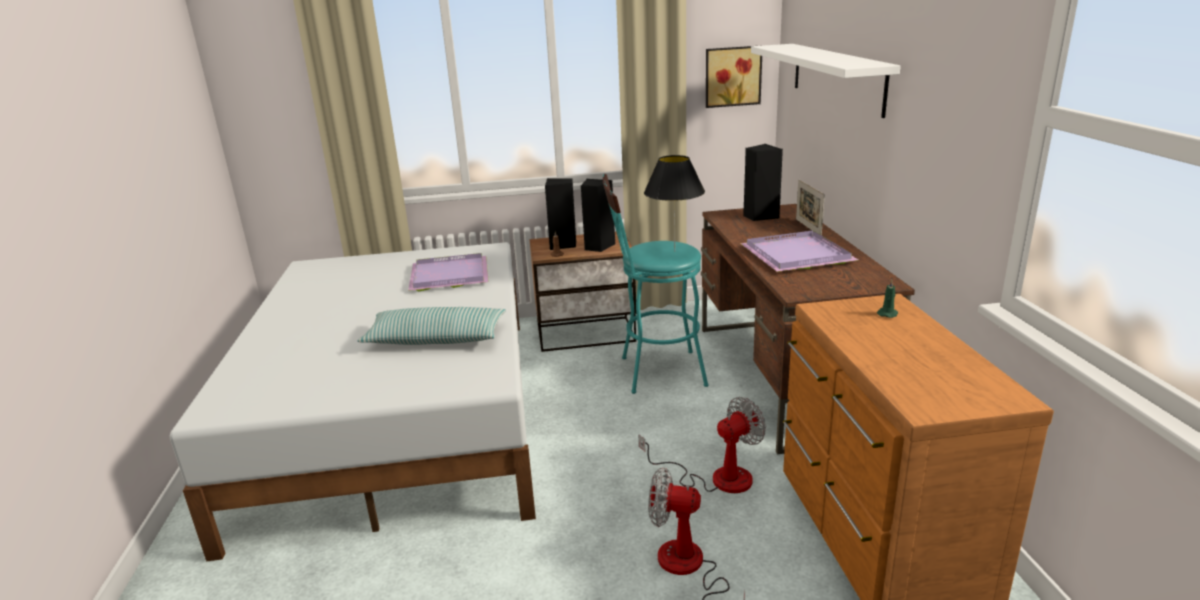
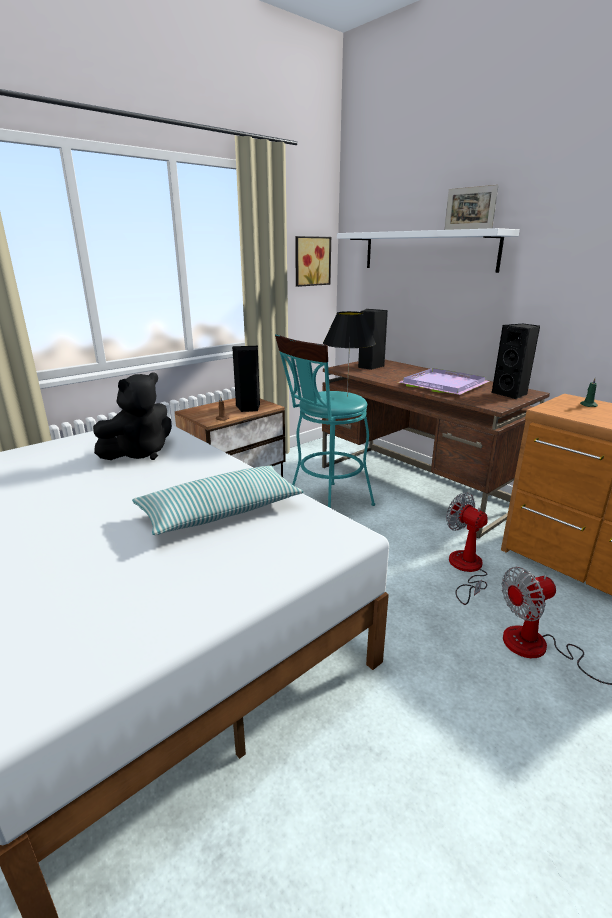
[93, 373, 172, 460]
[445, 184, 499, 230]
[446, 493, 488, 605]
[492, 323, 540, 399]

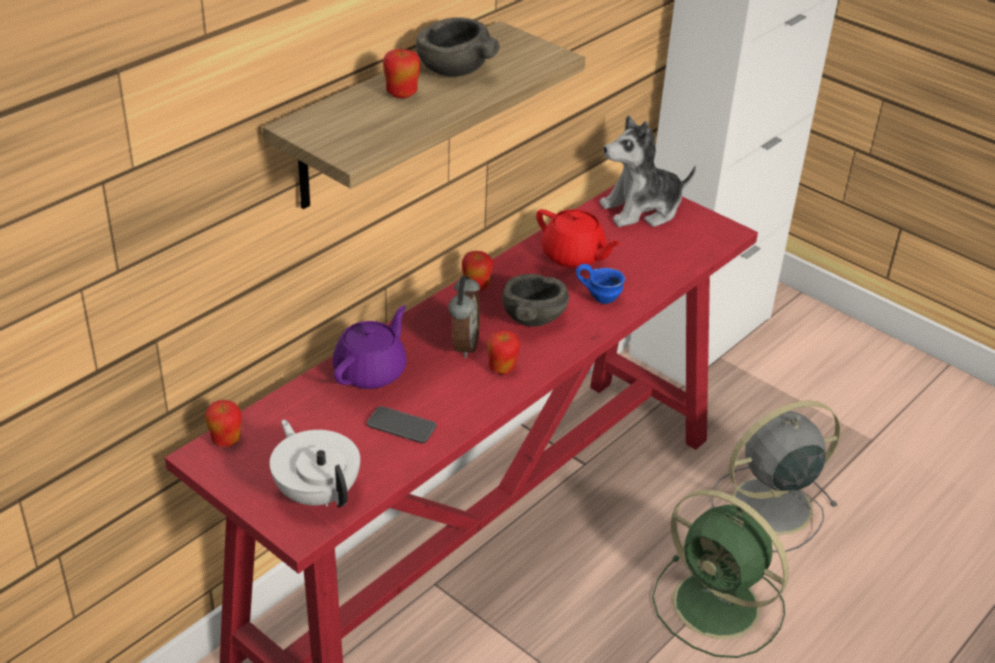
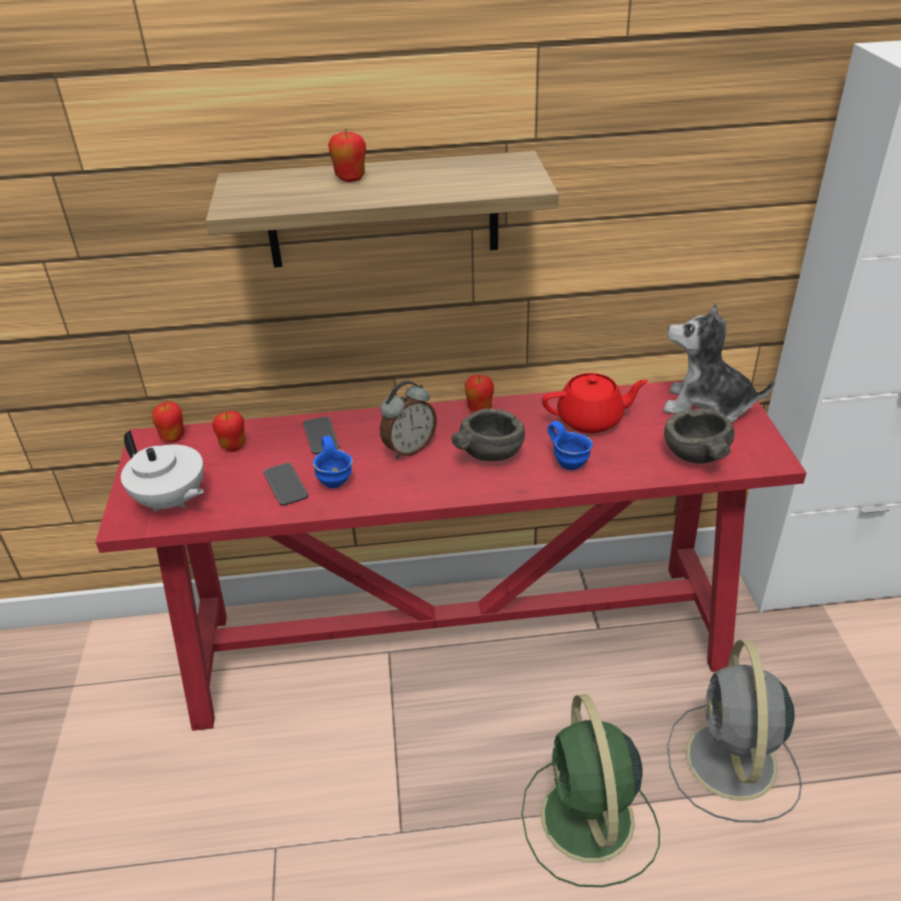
[121, 430, 204, 512]
[212, 411, 246, 452]
[303, 416, 339, 454]
[313, 436, 353, 488]
[542, 373, 648, 433]
[664, 409, 735, 463]
[668, 640, 802, 822]

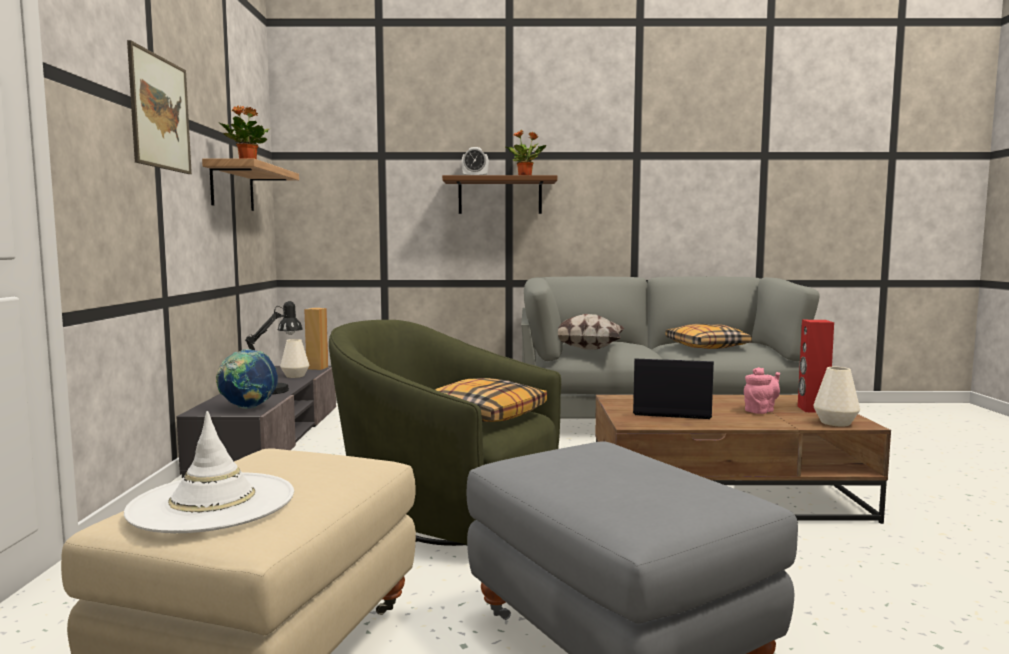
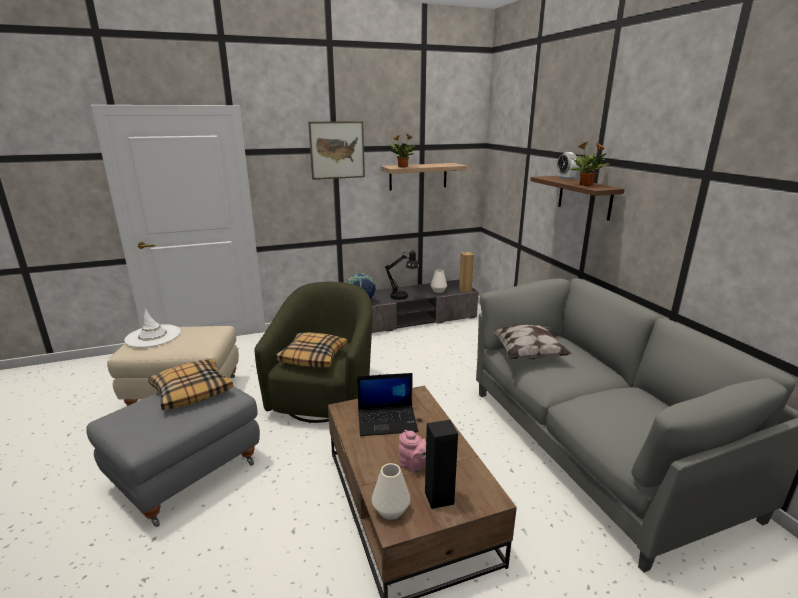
[148, 359, 233, 410]
[357, 373, 418, 436]
[425, 420, 458, 509]

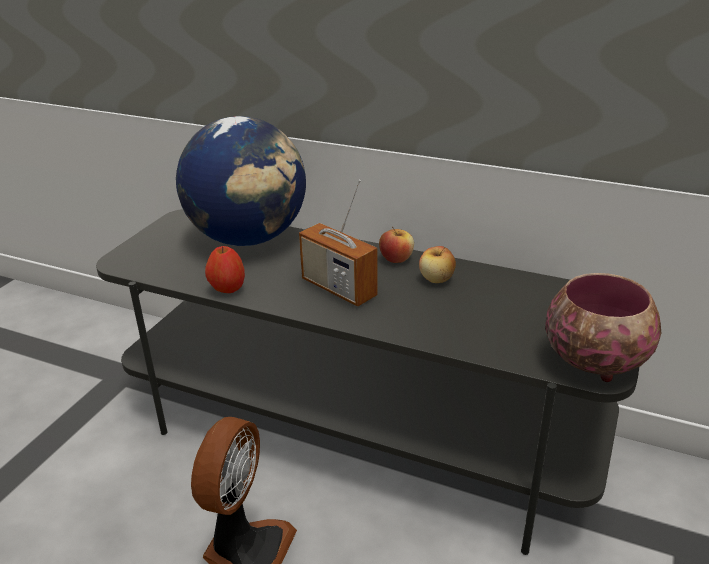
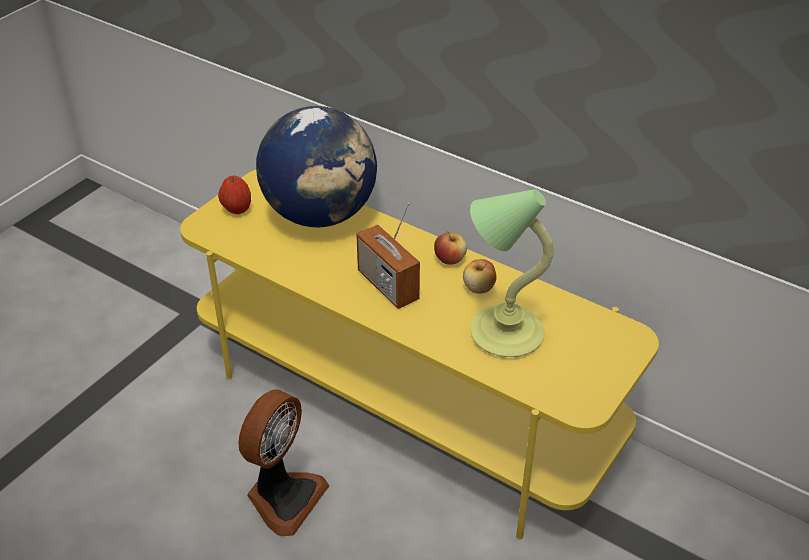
[180, 170, 659, 539]
[218, 175, 251, 214]
[470, 189, 554, 357]
[545, 273, 661, 382] (first image)

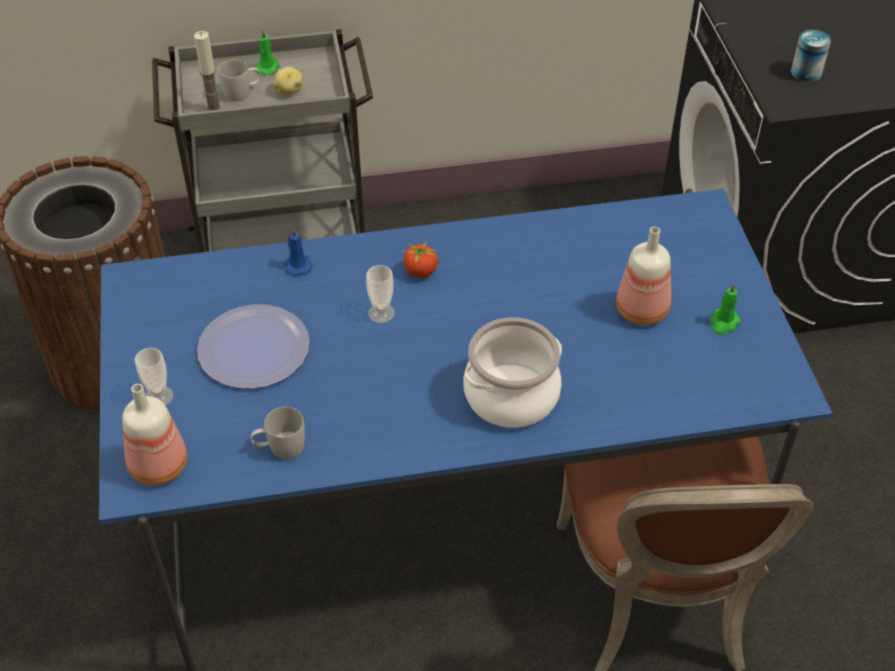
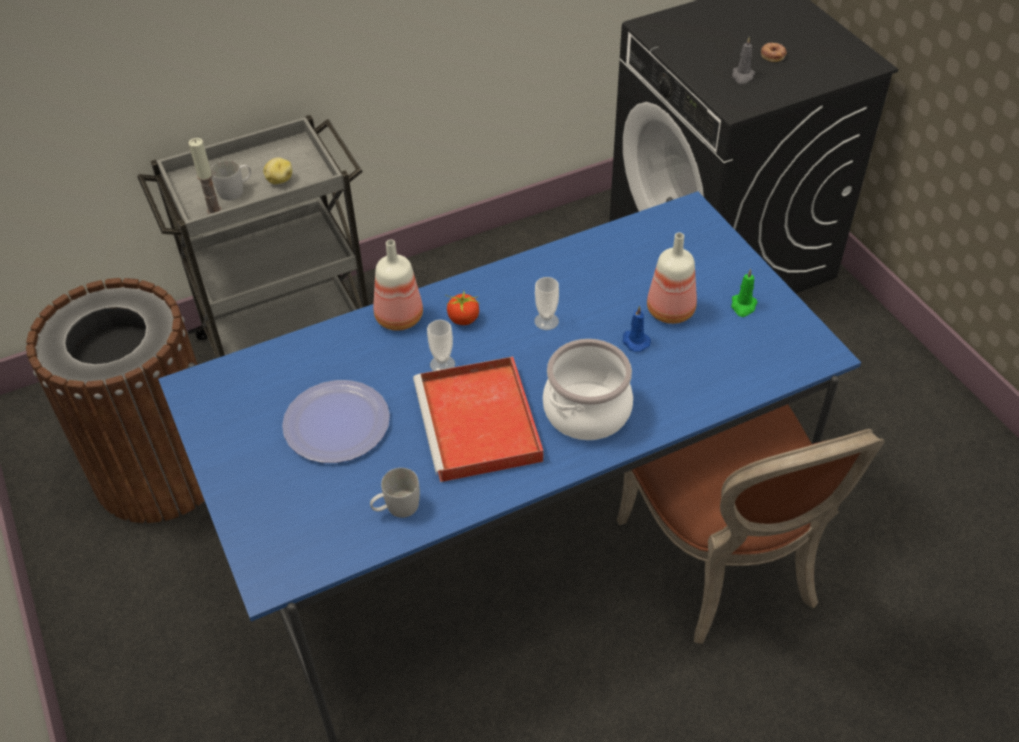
[373, 240, 423, 331]
[413, 357, 543, 482]
[534, 277, 559, 330]
[622, 305, 651, 352]
[732, 37, 755, 84]
[761, 43, 787, 62]
[255, 30, 280, 75] (first image)

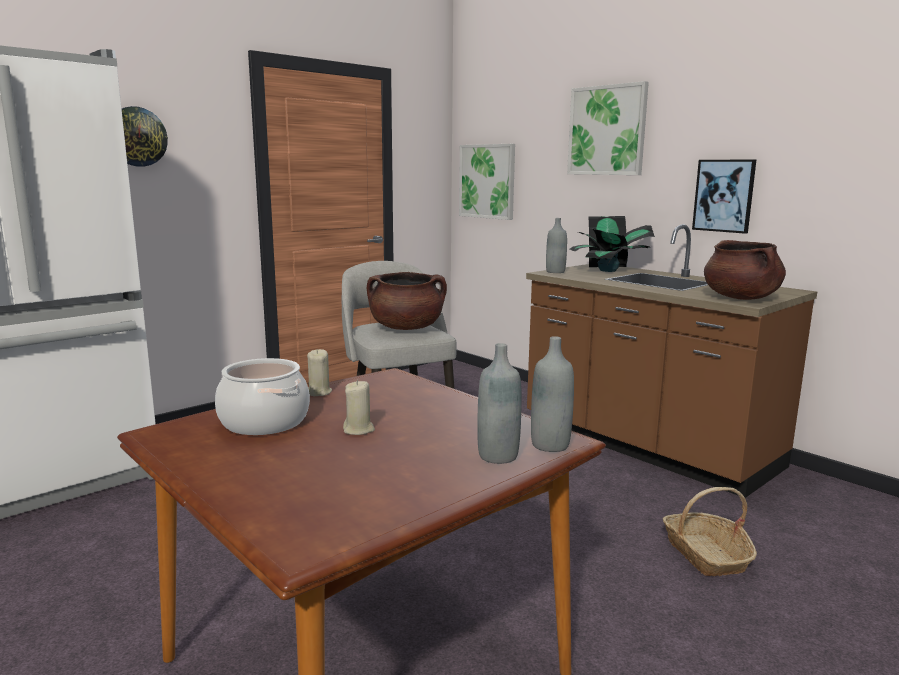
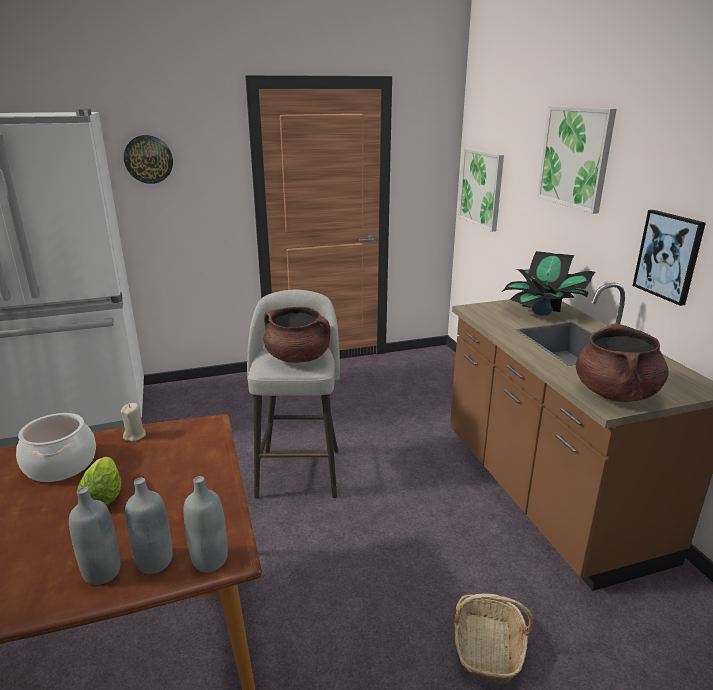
[69, 487, 120, 585]
[78, 457, 121, 505]

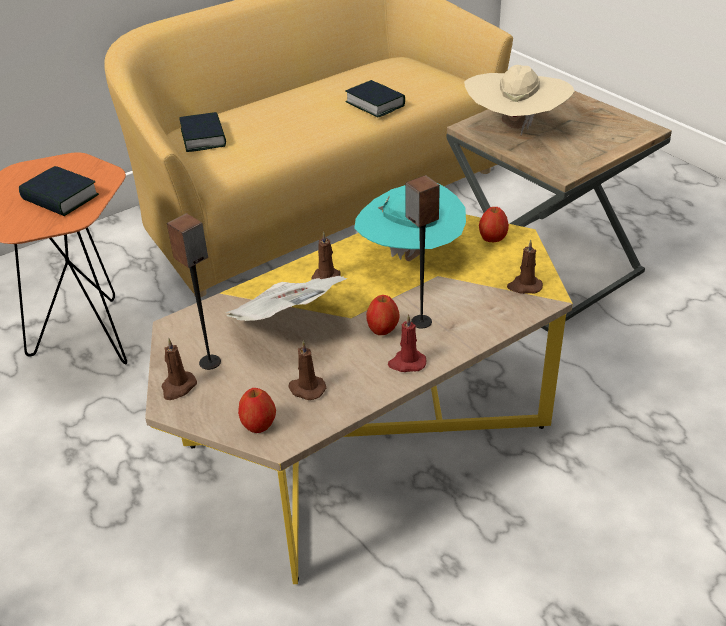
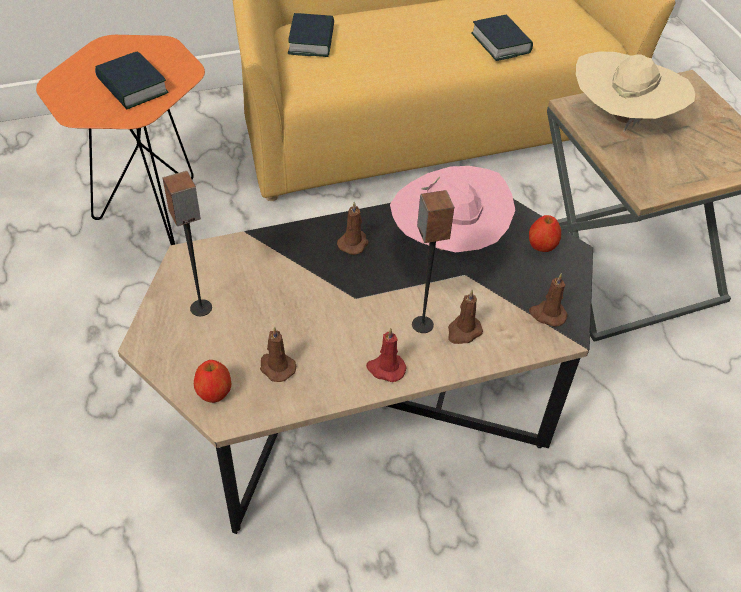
[118, 199, 593, 534]
[390, 166, 516, 252]
[448, 290, 483, 344]
[226, 276, 347, 321] (first image)
[366, 295, 400, 335] (first image)

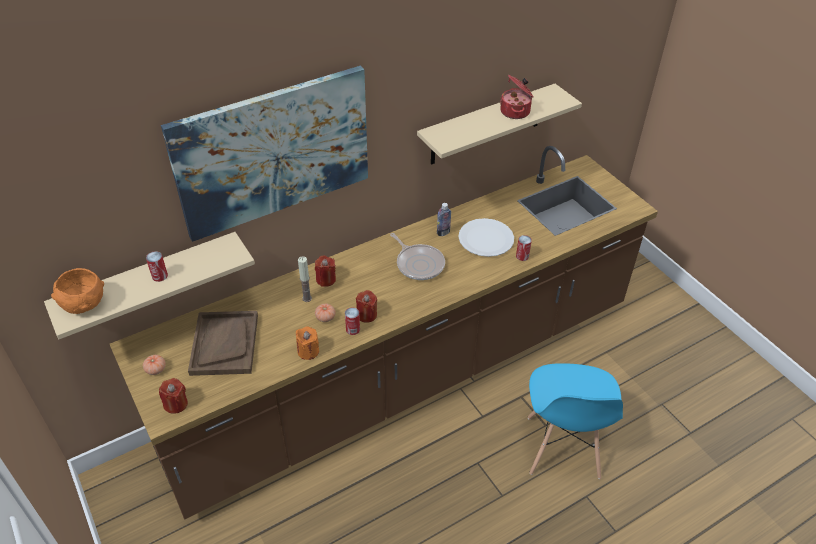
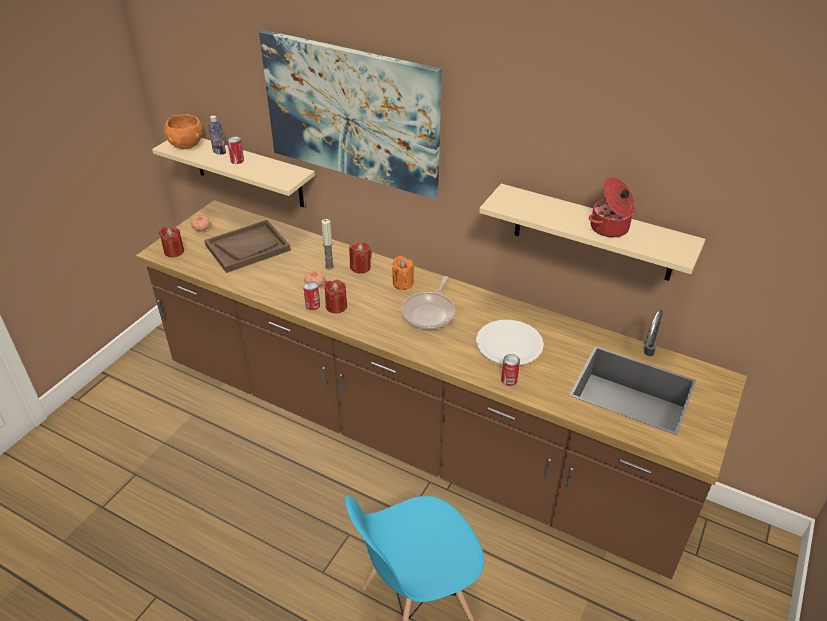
[208, 115, 226, 155]
[392, 256, 414, 290]

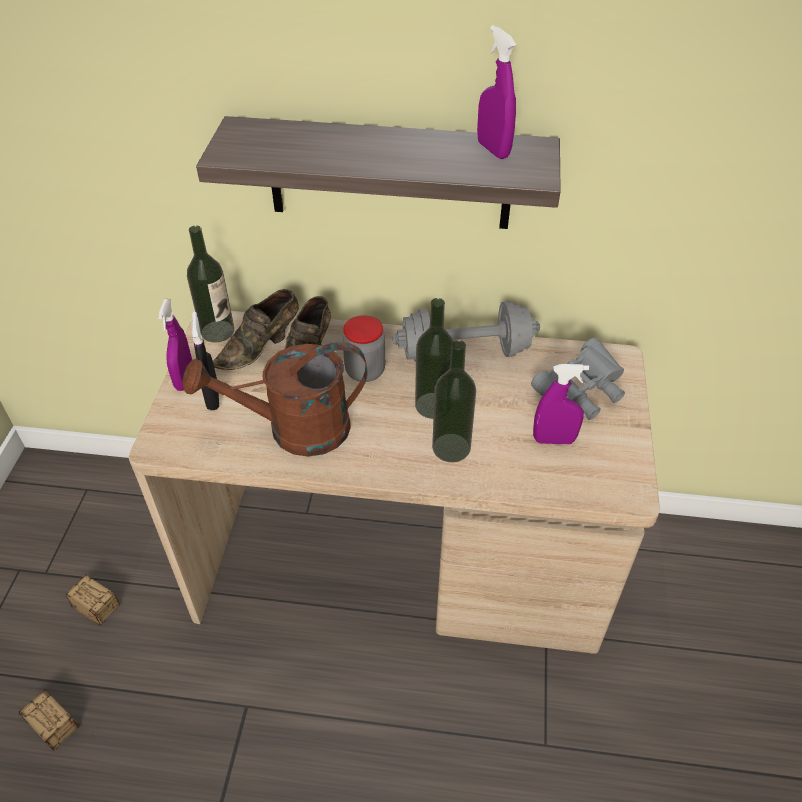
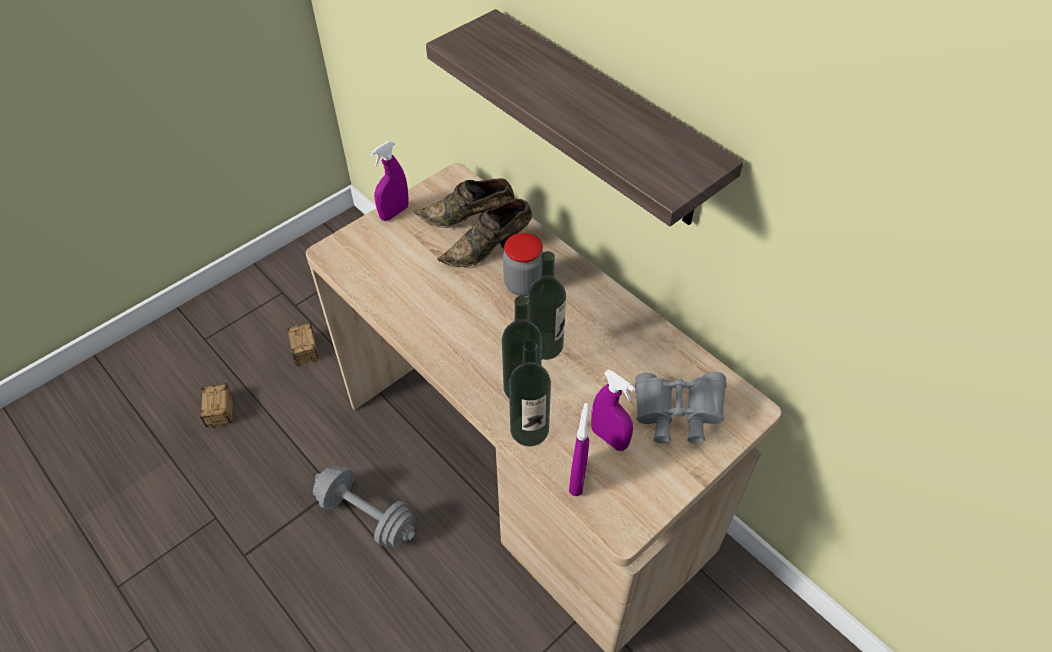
[313, 466, 415, 547]
[509, 340, 551, 446]
[569, 403, 589, 496]
[182, 342, 368, 457] (first image)
[191, 312, 219, 410] (first image)

